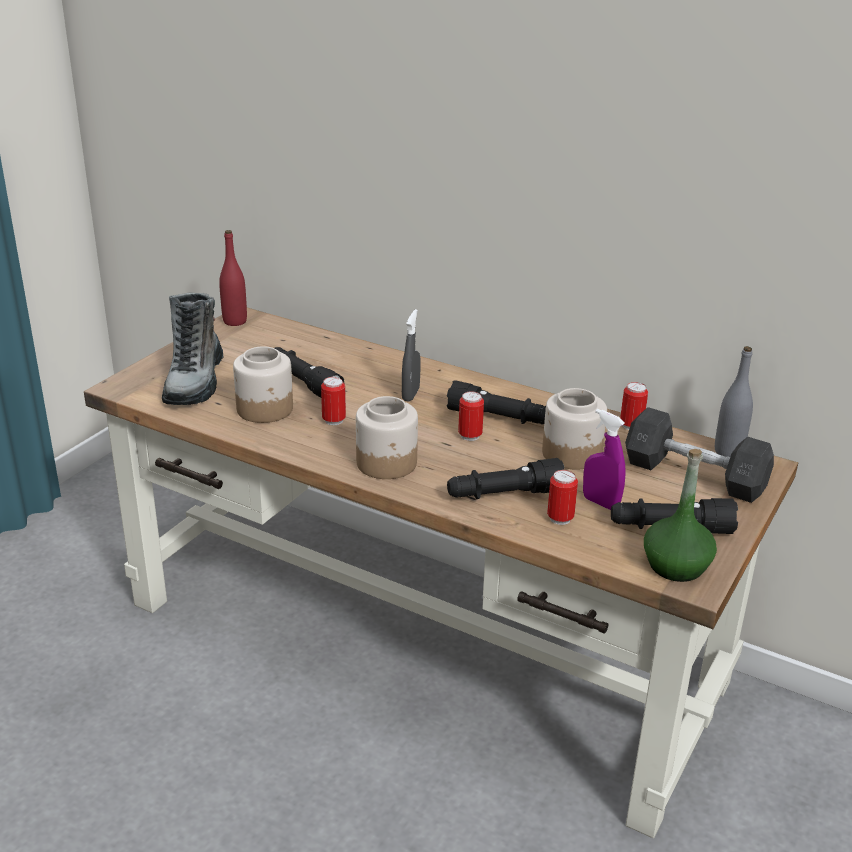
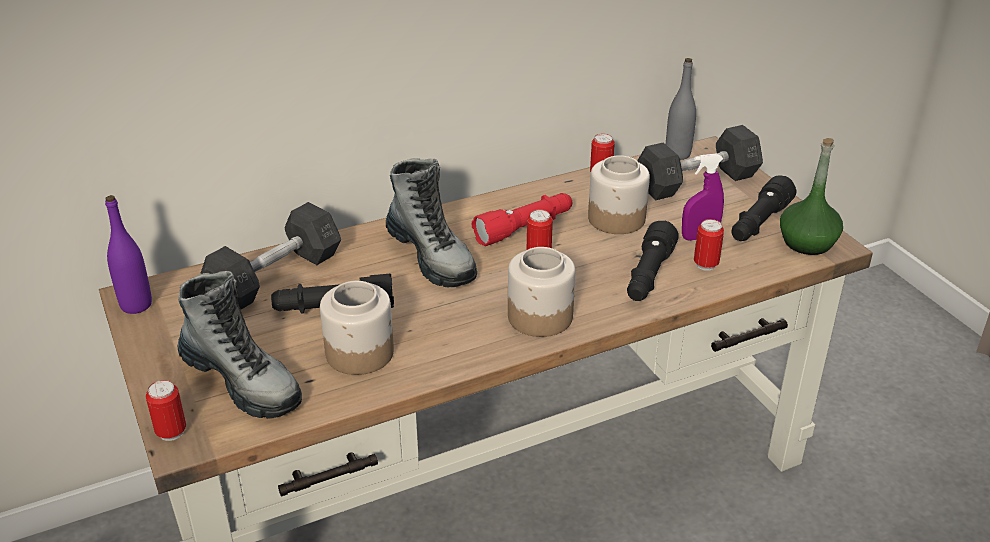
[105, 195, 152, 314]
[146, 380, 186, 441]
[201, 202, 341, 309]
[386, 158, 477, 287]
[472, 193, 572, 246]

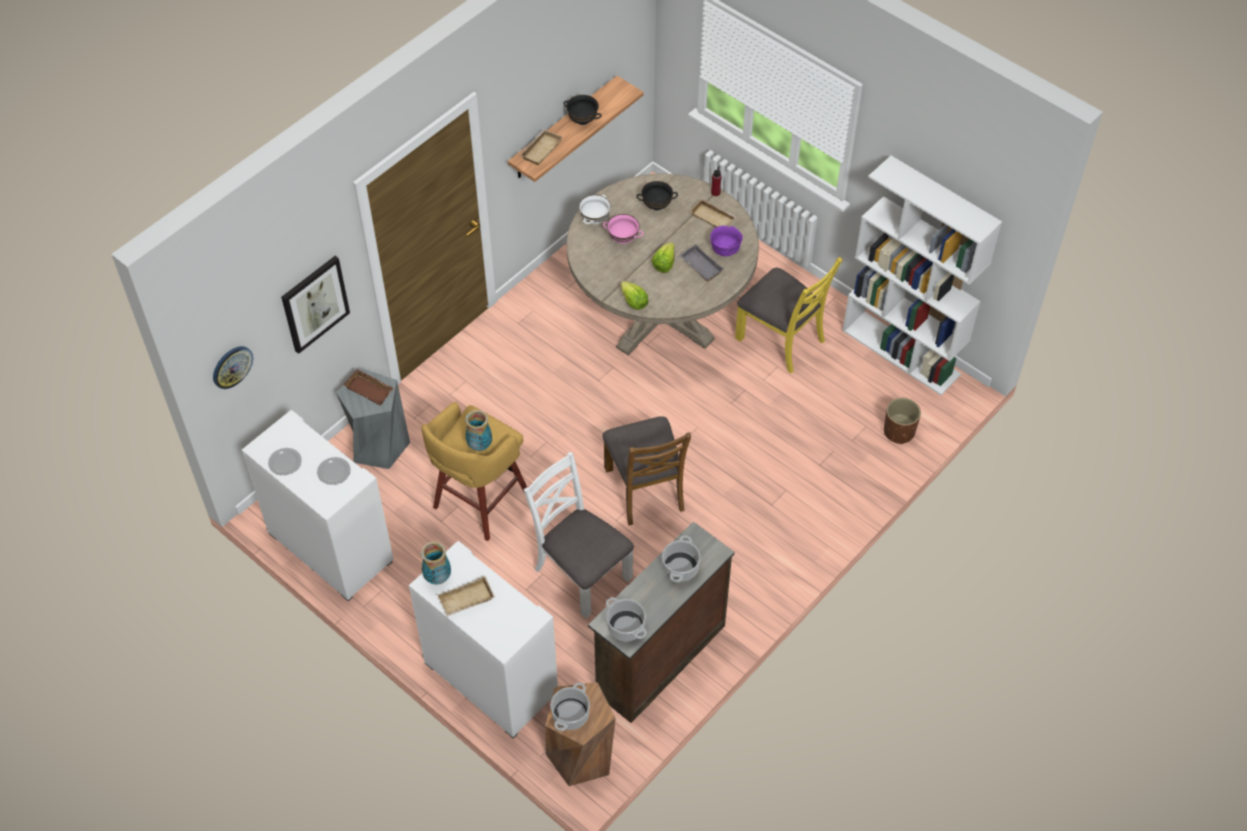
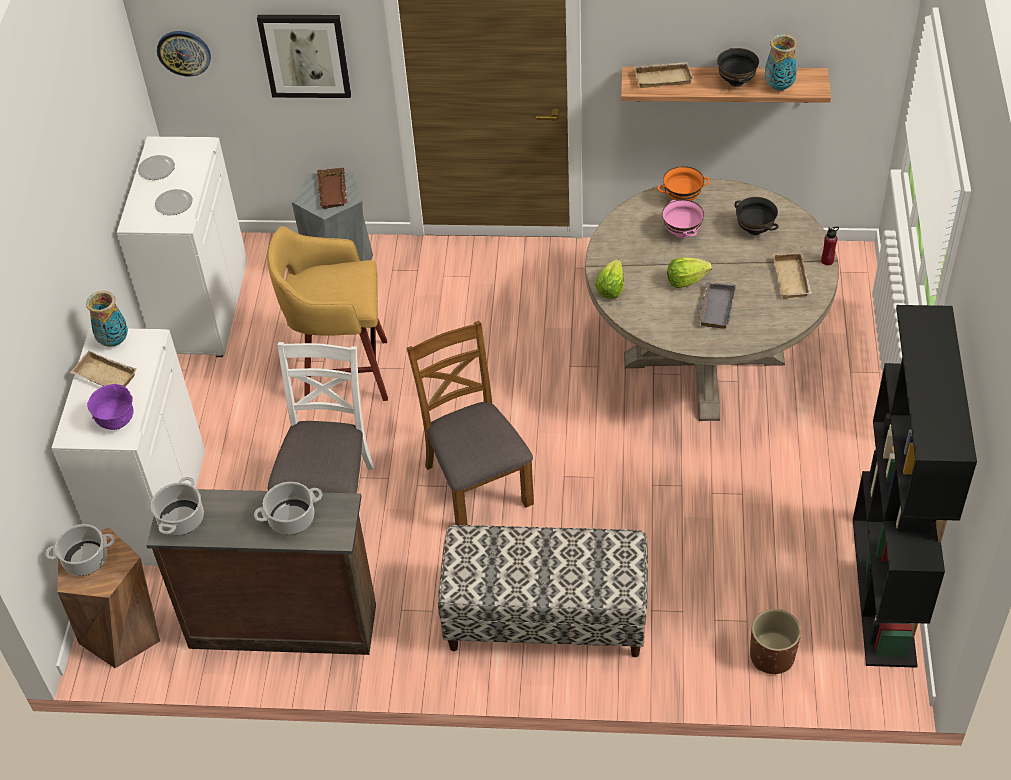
[87, 384, 134, 430]
[407, 321, 534, 525]
[438, 525, 648, 657]
[657, 166, 710, 201]
[765, 34, 798, 91]
[853, 305, 977, 668]
[735, 257, 843, 373] (first image)

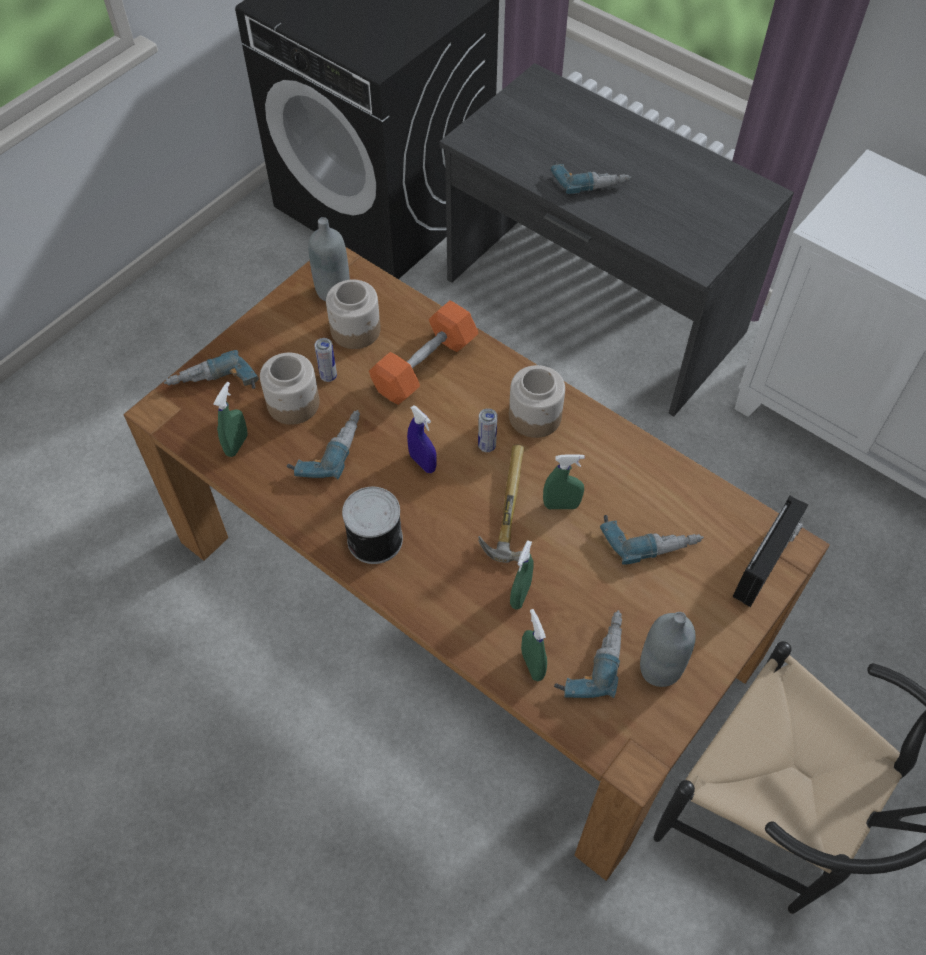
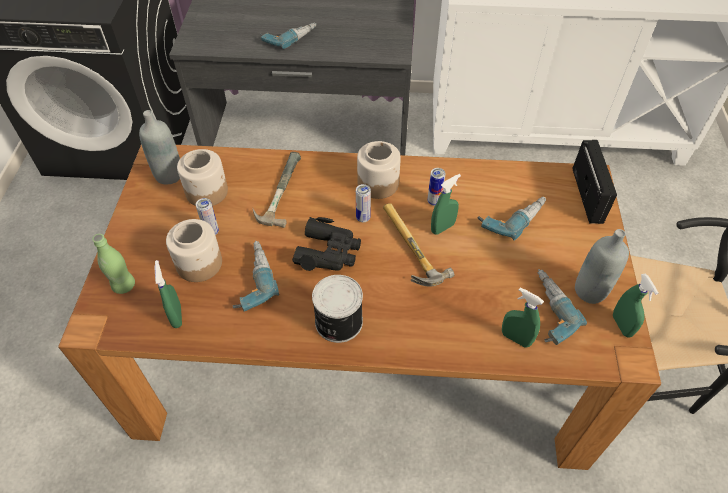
[92, 234, 135, 294]
[252, 152, 301, 228]
[292, 217, 361, 271]
[428, 168, 446, 206]
[613, 274, 658, 338]

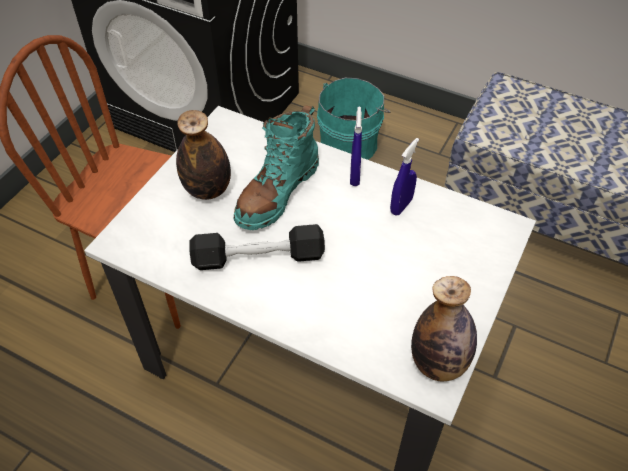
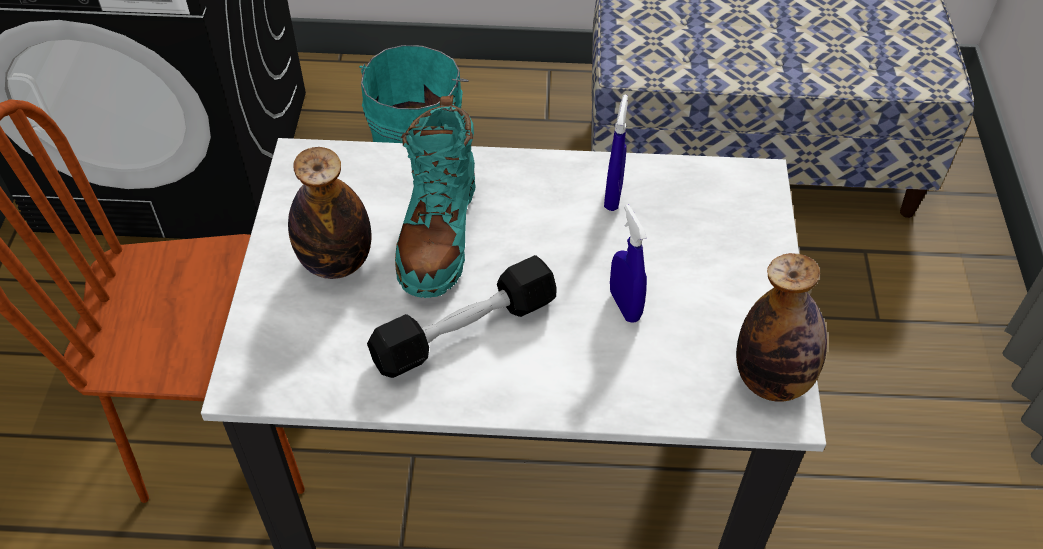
[610, 205, 647, 323]

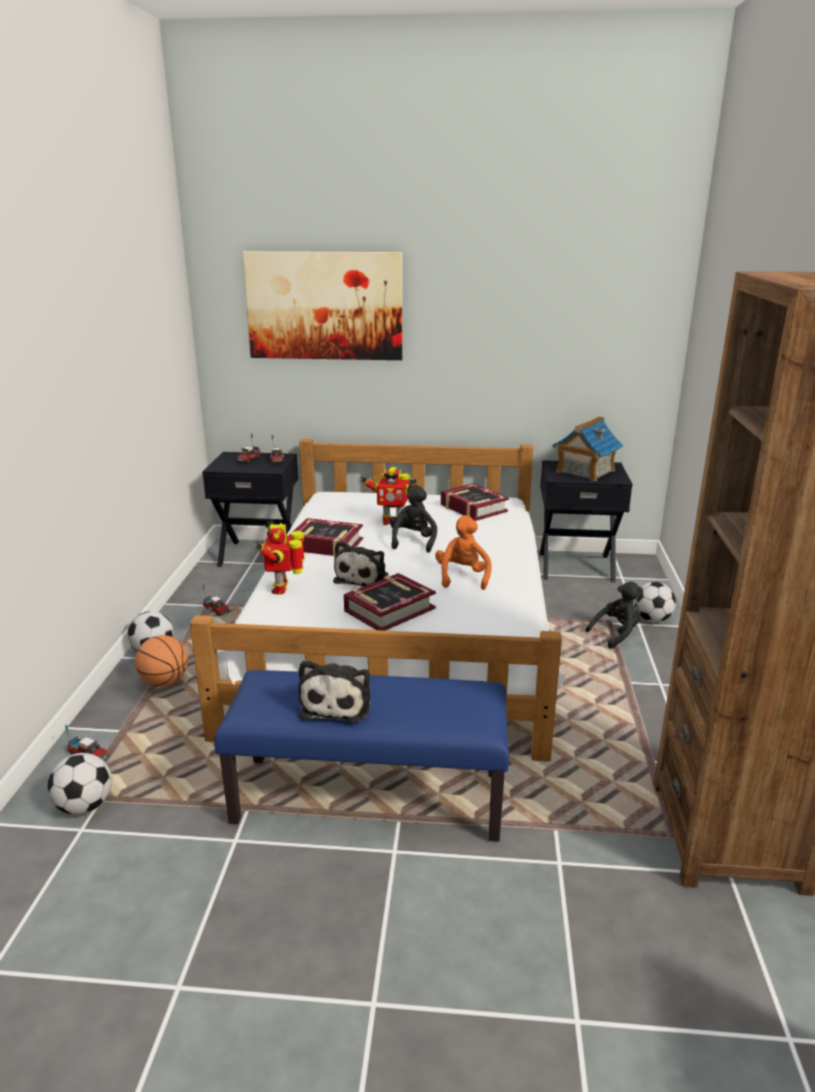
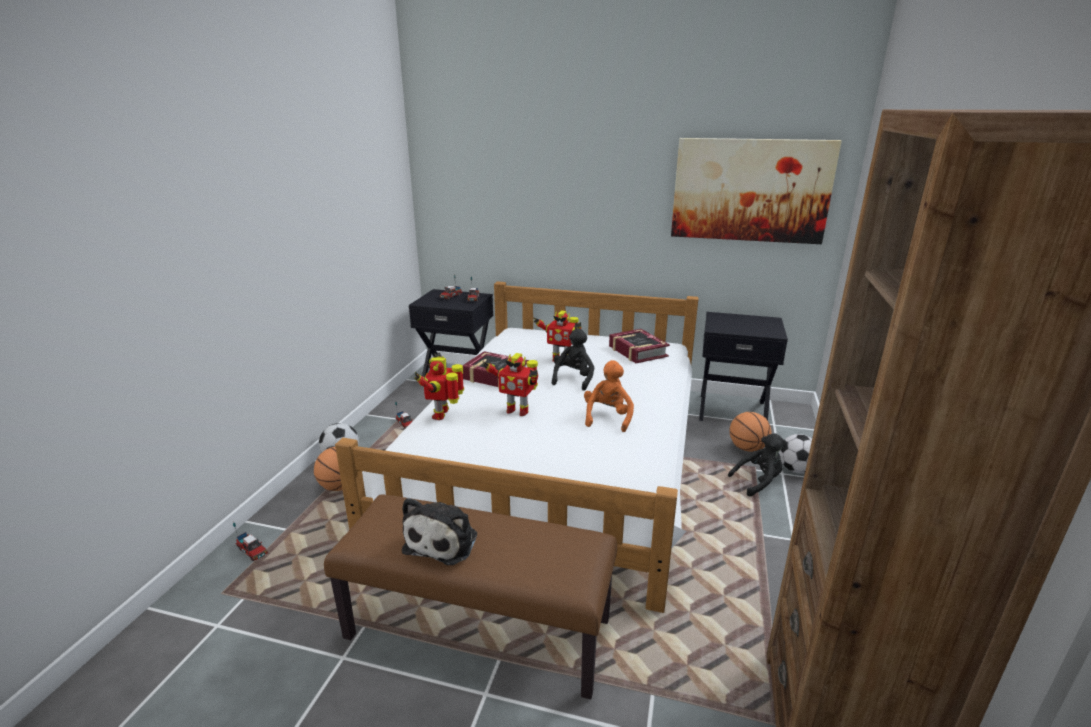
[324, 494, 617, 699]
[482, 353, 538, 416]
[671, 138, 842, 244]
[729, 412, 772, 452]
[48, 753, 112, 815] (first image)
[344, 573, 436, 631] (first image)
[552, 416, 623, 481] (first image)

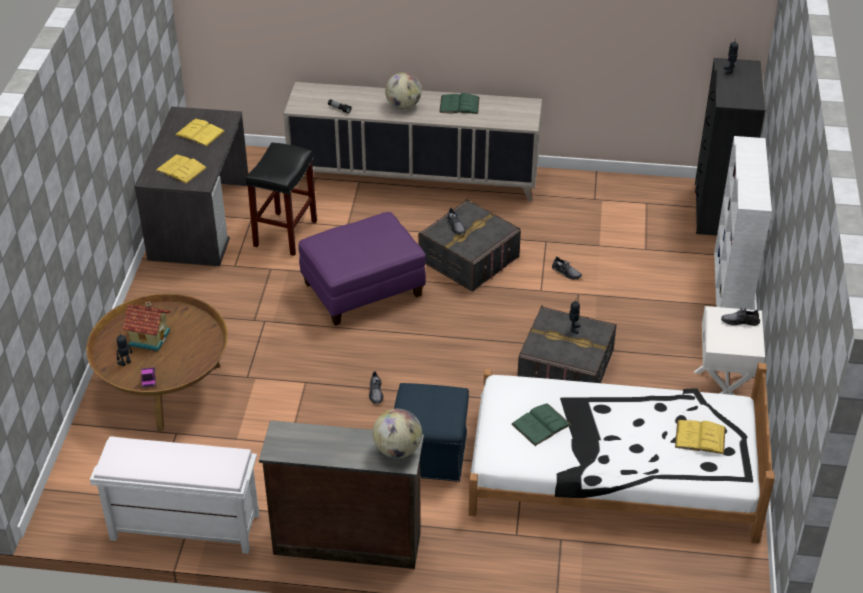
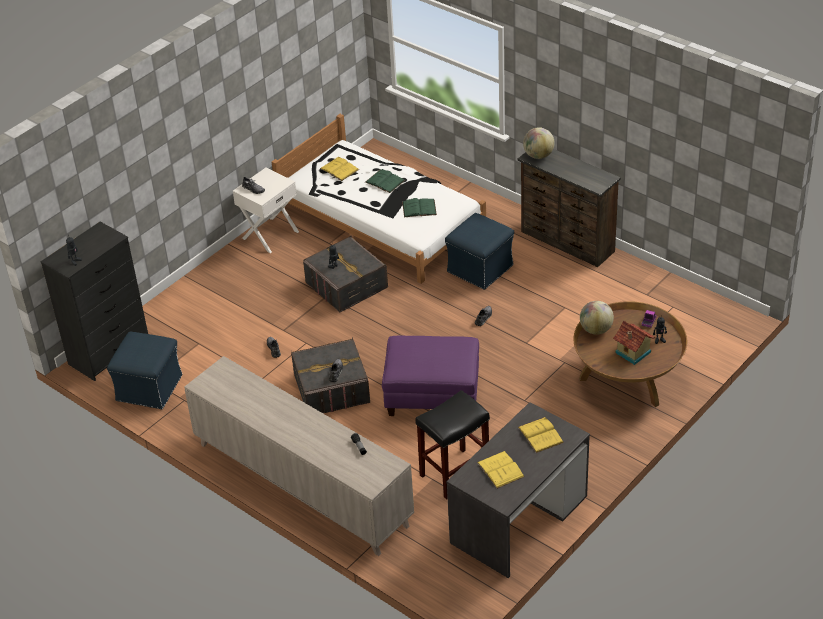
[107, 332, 182, 409]
[365, 169, 405, 193]
[580, 301, 614, 335]
[90, 436, 259, 554] (first image)
[714, 136, 772, 310] (first image)

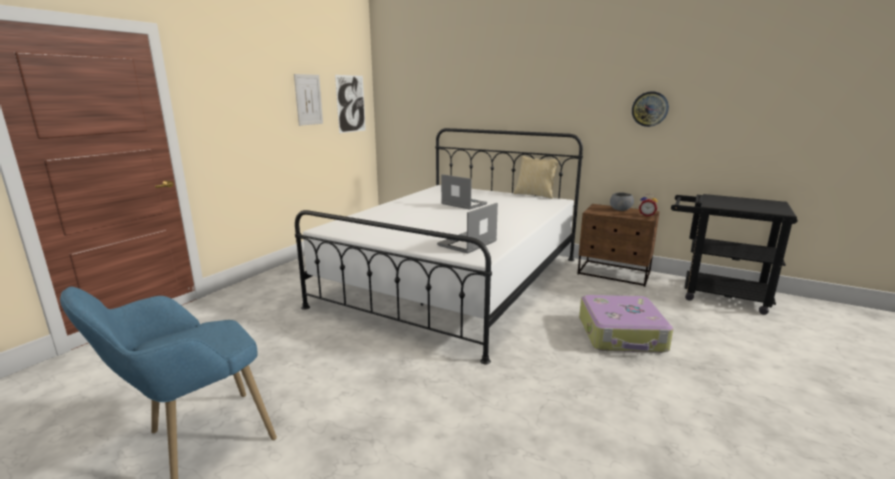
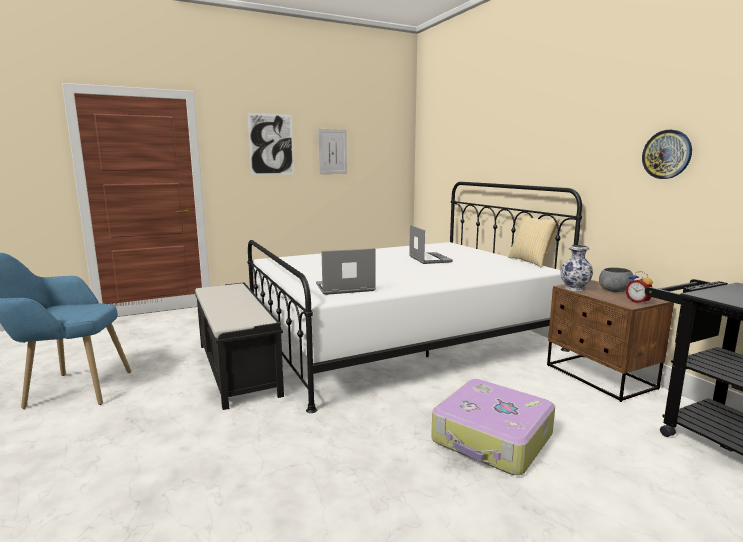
[195, 282, 284, 410]
[248, 113, 294, 175]
[560, 245, 593, 291]

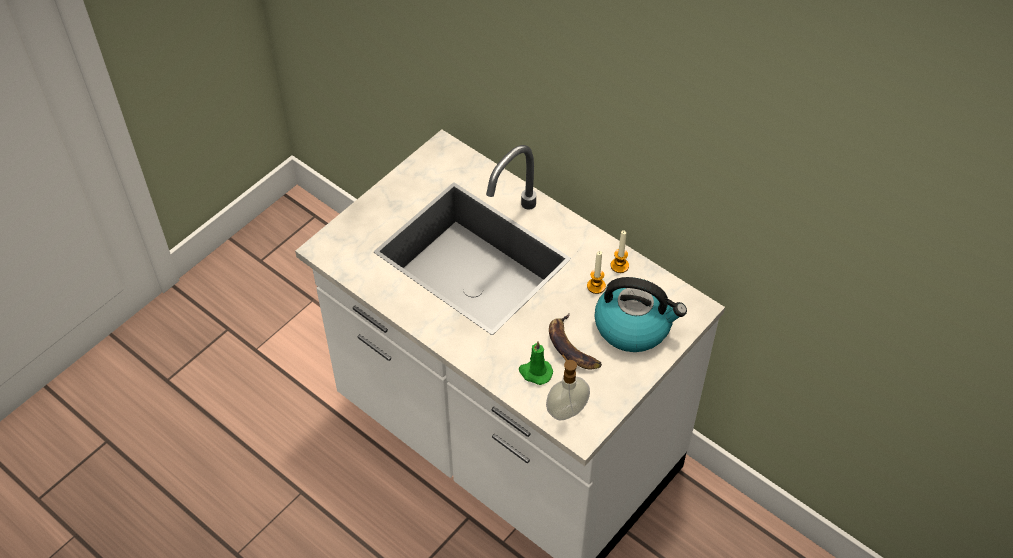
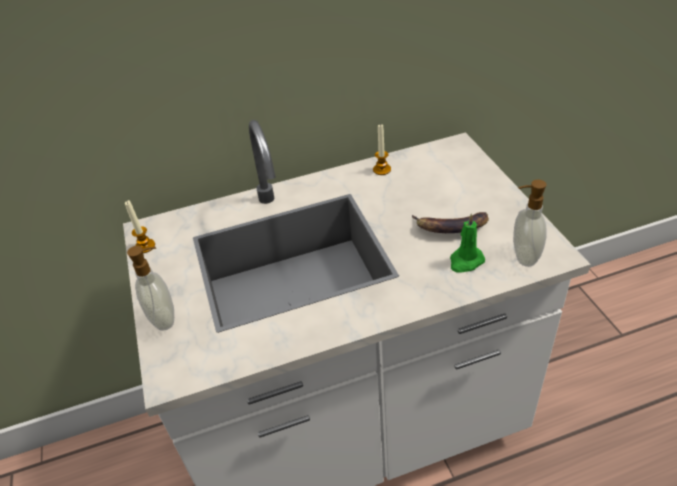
[125, 200, 155, 253]
[127, 246, 174, 331]
[594, 277, 687, 352] (first image)

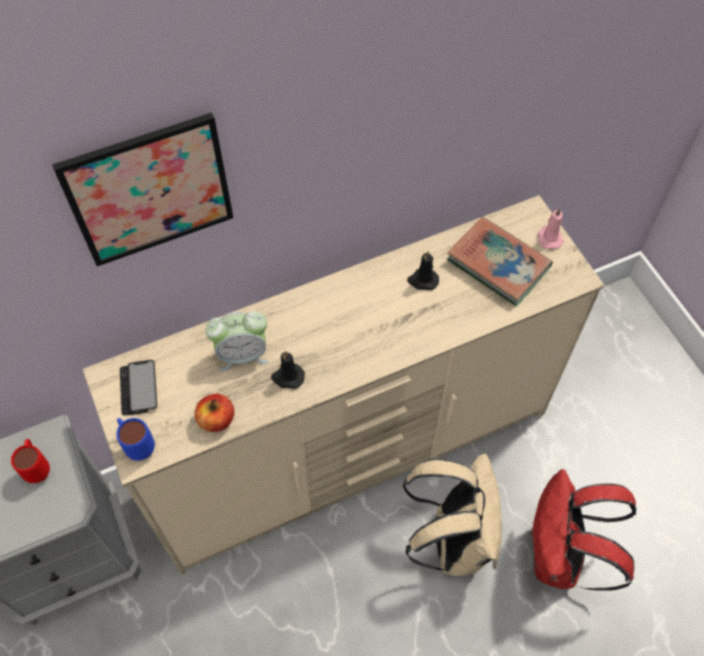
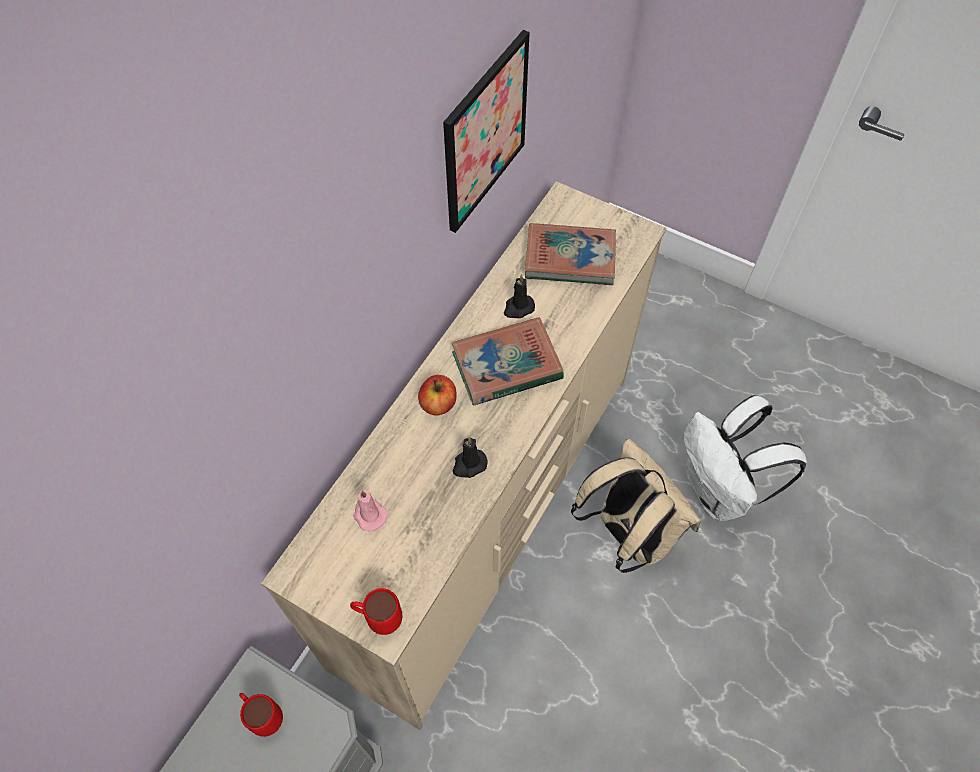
[350, 588, 402, 635]
[353, 490, 388, 532]
[418, 375, 457, 415]
[443, 30, 530, 233]
[452, 317, 564, 406]
[684, 395, 807, 521]
[120, 360, 157, 416] (first image)
[205, 311, 269, 371] (first image)

